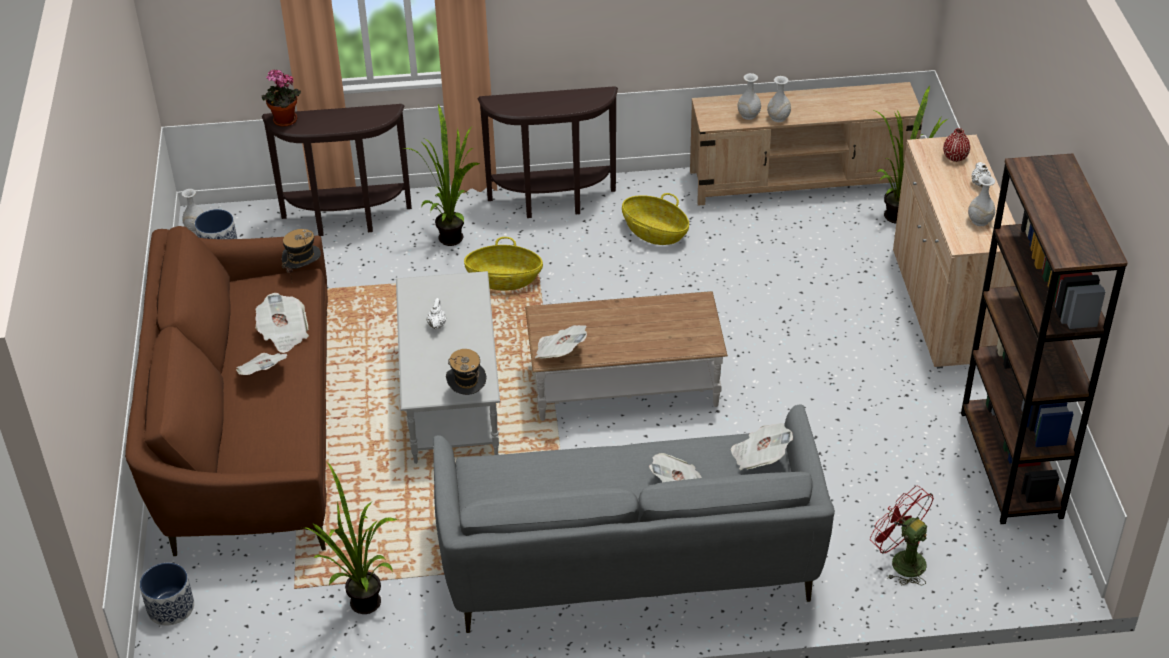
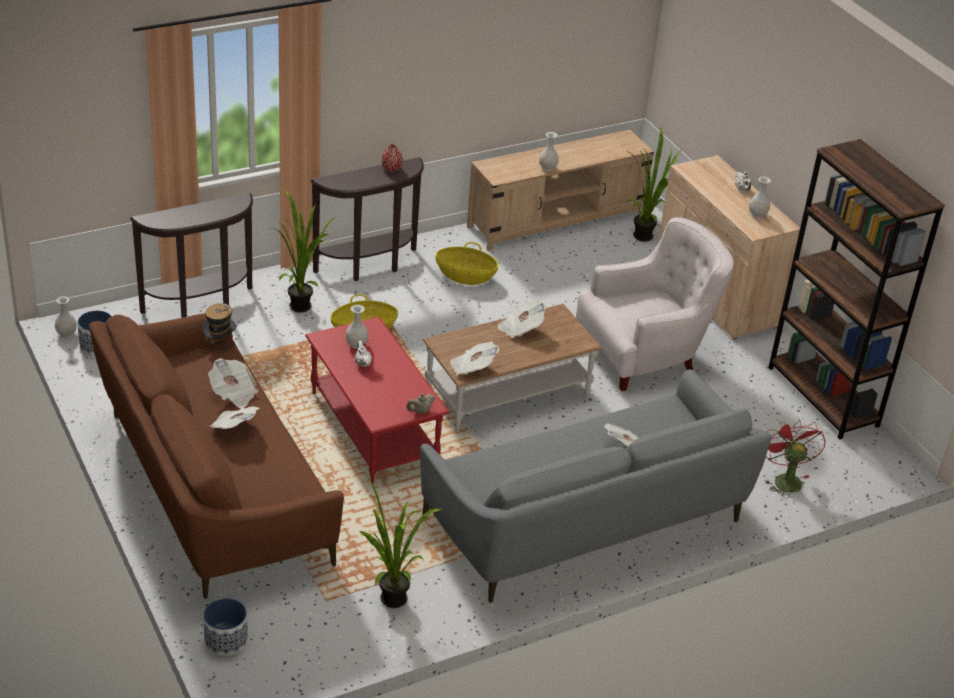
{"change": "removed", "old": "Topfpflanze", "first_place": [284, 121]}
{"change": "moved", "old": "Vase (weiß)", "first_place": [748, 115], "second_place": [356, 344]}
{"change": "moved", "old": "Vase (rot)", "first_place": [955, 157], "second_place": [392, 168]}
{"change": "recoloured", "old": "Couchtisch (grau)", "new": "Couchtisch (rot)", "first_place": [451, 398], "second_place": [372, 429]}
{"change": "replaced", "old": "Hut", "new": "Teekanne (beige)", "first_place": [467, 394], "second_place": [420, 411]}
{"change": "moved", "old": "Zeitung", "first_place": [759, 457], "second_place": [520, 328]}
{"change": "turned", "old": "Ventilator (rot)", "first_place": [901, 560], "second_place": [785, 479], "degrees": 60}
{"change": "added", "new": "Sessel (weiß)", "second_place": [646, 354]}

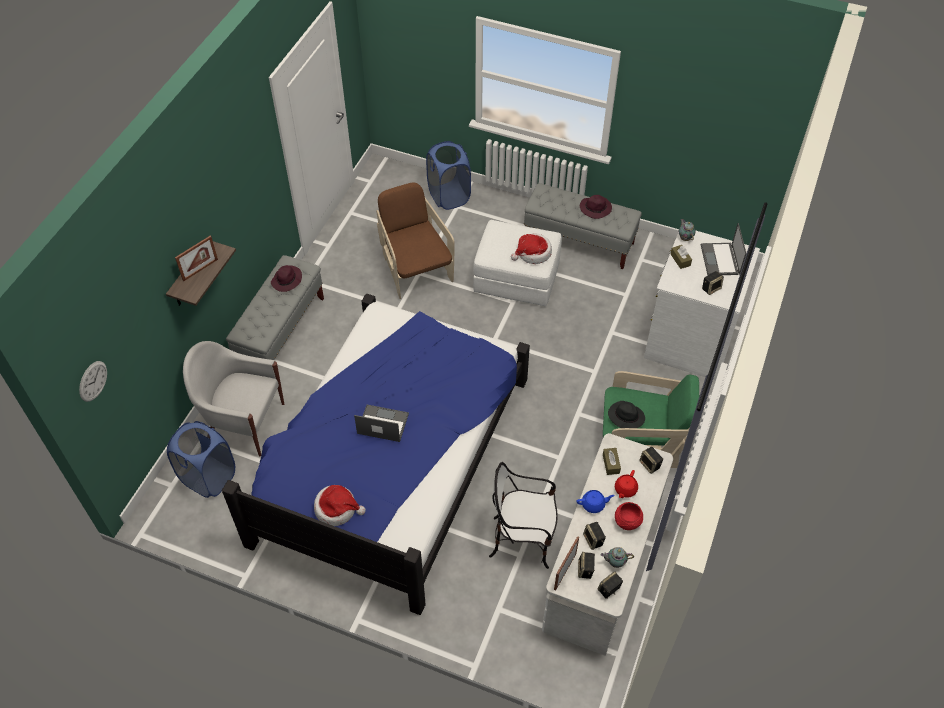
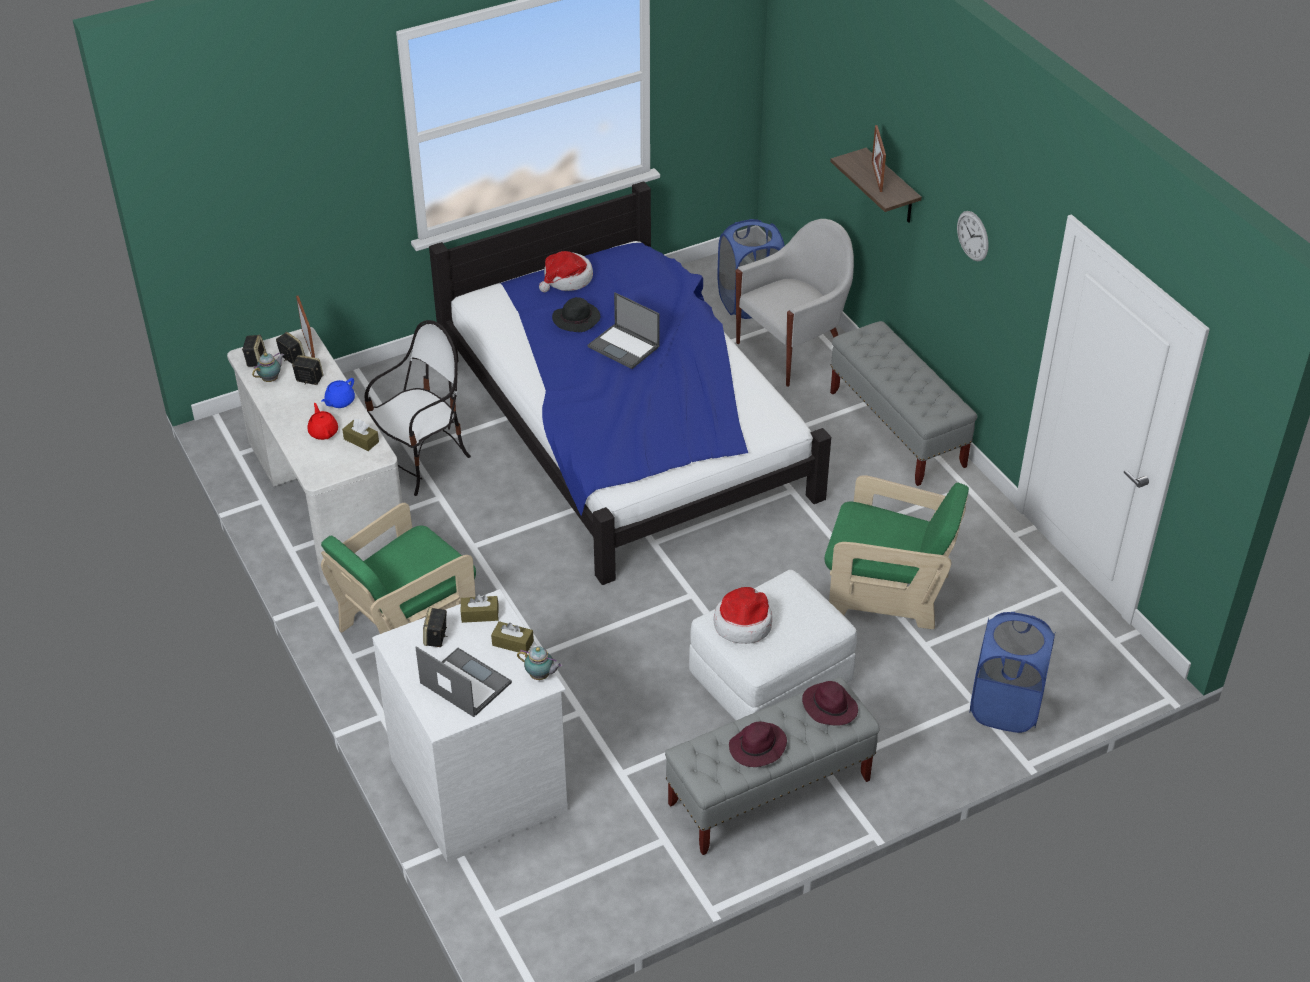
{"change": "recoloured", "old": "Sessel (braun)", "new": "Sessel (grün)", "first_place": [415, 269], "second_place": [887, 591]}
{"change": "moved", "old": "Hut (lila)", "first_place": [287, 280], "second_place": [829, 706]}
{"change": "moved", "old": "Wanduhr", "first_place": [93, 381], "second_place": [972, 236]}
{"change": "moved", "old": "Hut (schwarz)", "first_place": [625, 416], "second_place": [577, 319]}
{"change": "turned", "old": "Laptop", "first_place": [382, 423], "second_place": [624, 347], "degrees": 75}
{"change": "removed", "old": "Lautsprecher", "first_place": [650, 465]}
{"change": "removed", "old": "Schüssel (rot)", "first_place": [627, 521]}
{"change": "added", "new": "Taschentuchbox (braun)", "second_place": [480, 614]}

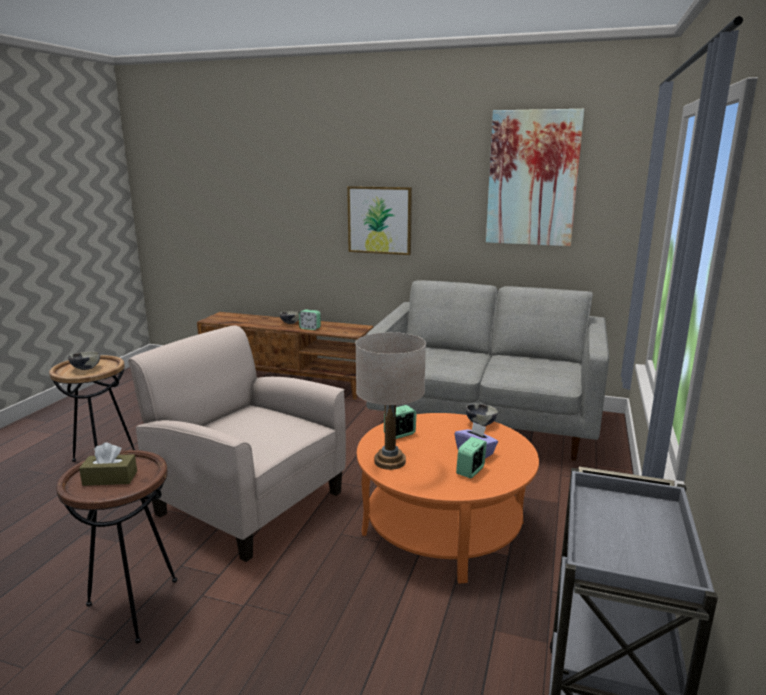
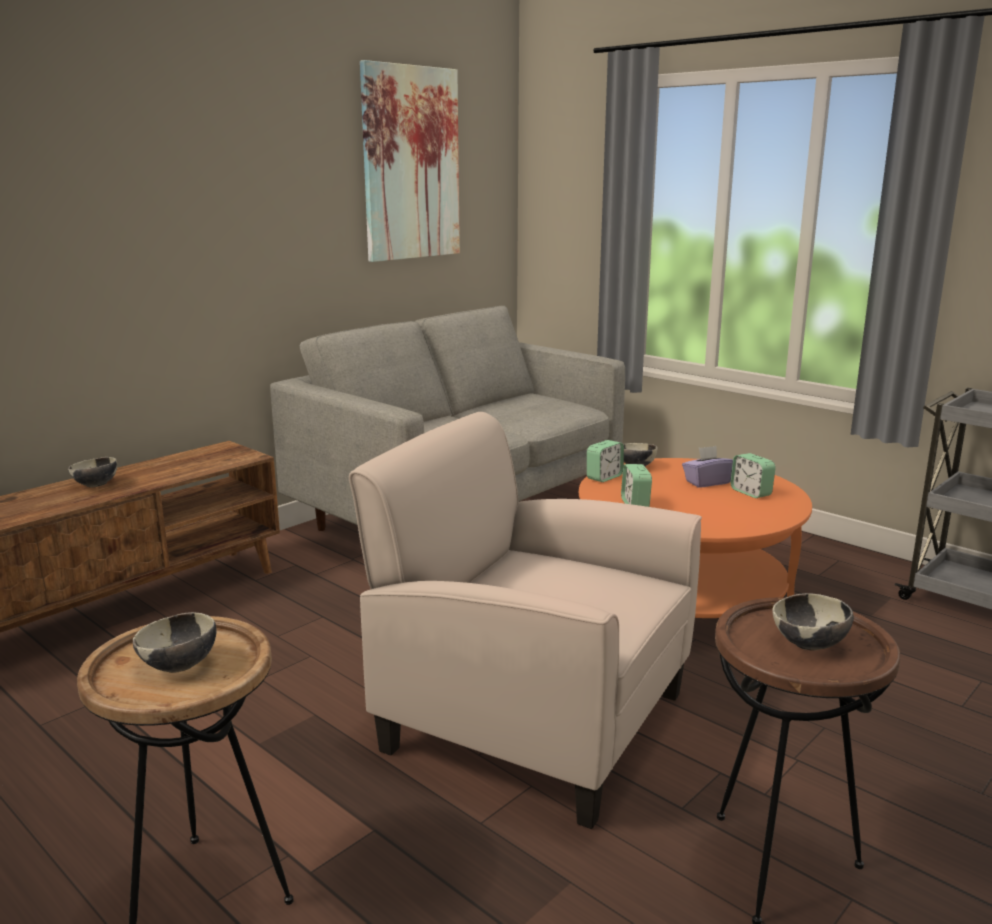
{"change": "removed", "old": "Bild", "first_place": [379, 220]}
{"change": "moved", "old": "Wecker", "first_place": [310, 328], "second_place": [604, 477]}
{"change": "turned", "old": "Sessel (beige)", "first_place": [248, 502], "second_place": [532, 720], "degrees": 60}
{"change": "removed", "old": "Tischlampe (beige)", "first_place": [389, 461]}
{"change": "replaced", "old": "Taschentuchbox (braun)", "new": "Schüssel", "first_place": [110, 478], "second_place": [809, 645]}

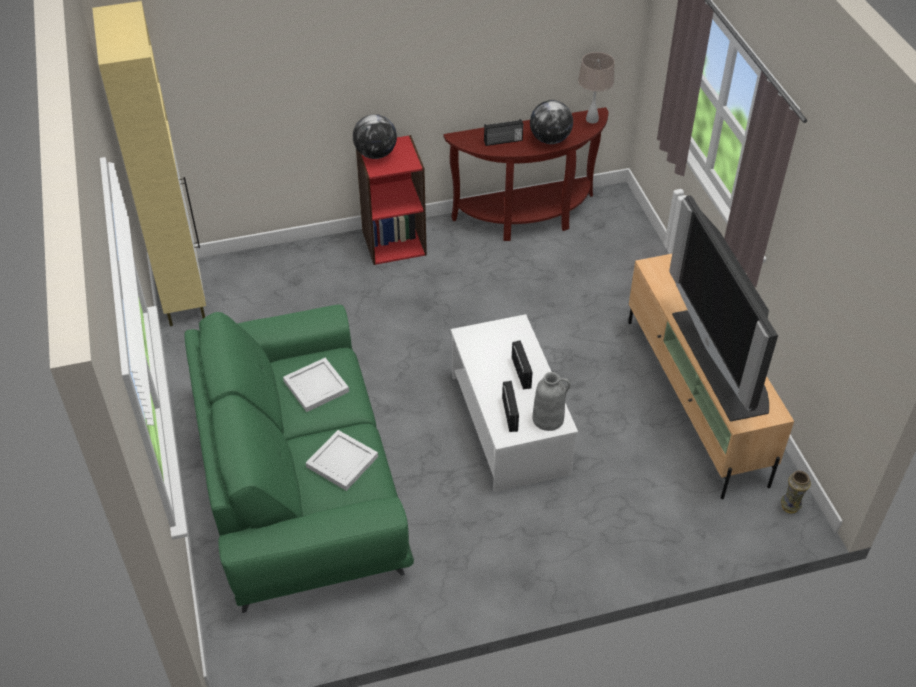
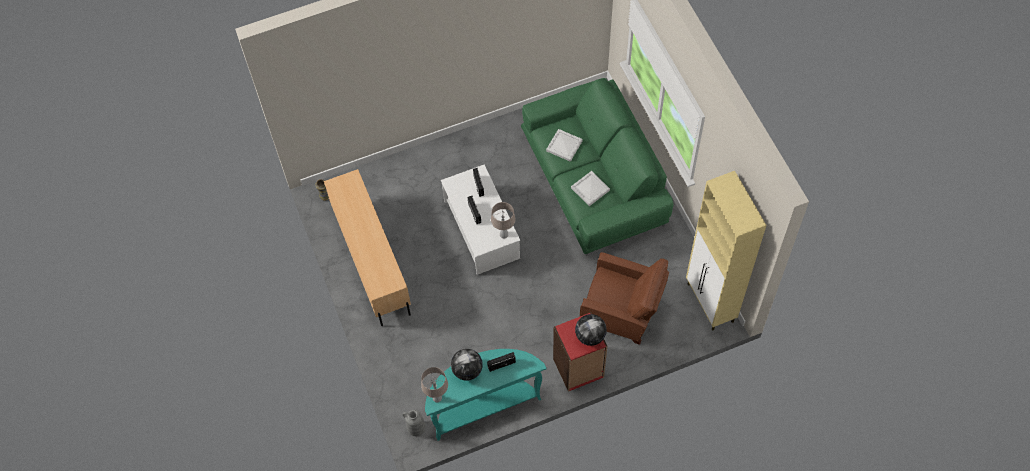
{"change": "recoloured", "old": "Konsolentisch (braun)", "new": "Konsolentisch (türkis)", "first_place": [528, 218], "second_place": [483, 405]}
{"change": "removed", "old": "Fernseher", "first_place": [721, 361]}
{"change": "moved", "old": "Vase (grau)", "first_place": [548, 419], "second_place": [415, 427]}
{"change": "added", "new": "Tischlampe (beige)", "second_place": [504, 234]}
{"change": "added", "new": "Sessel (braun)", "second_place": [622, 312]}

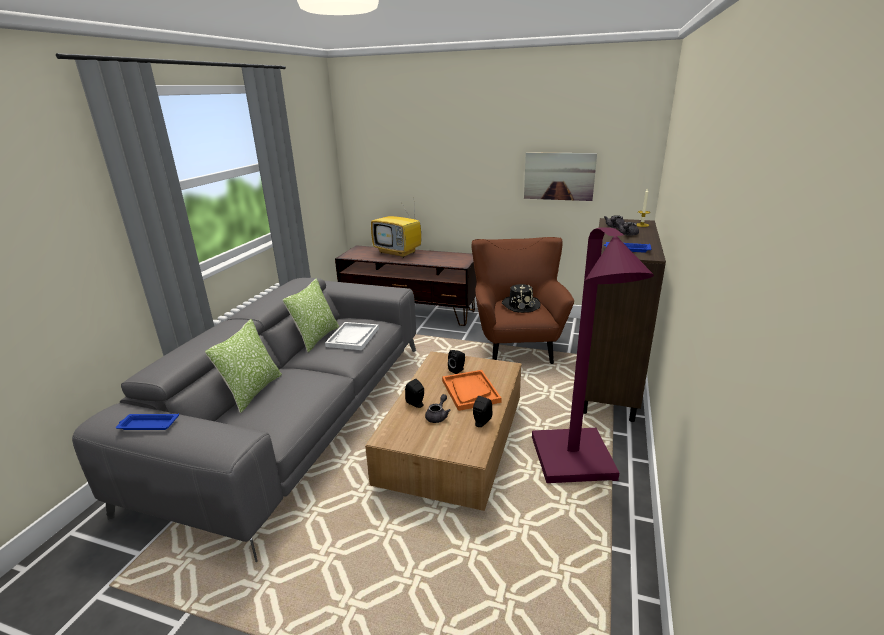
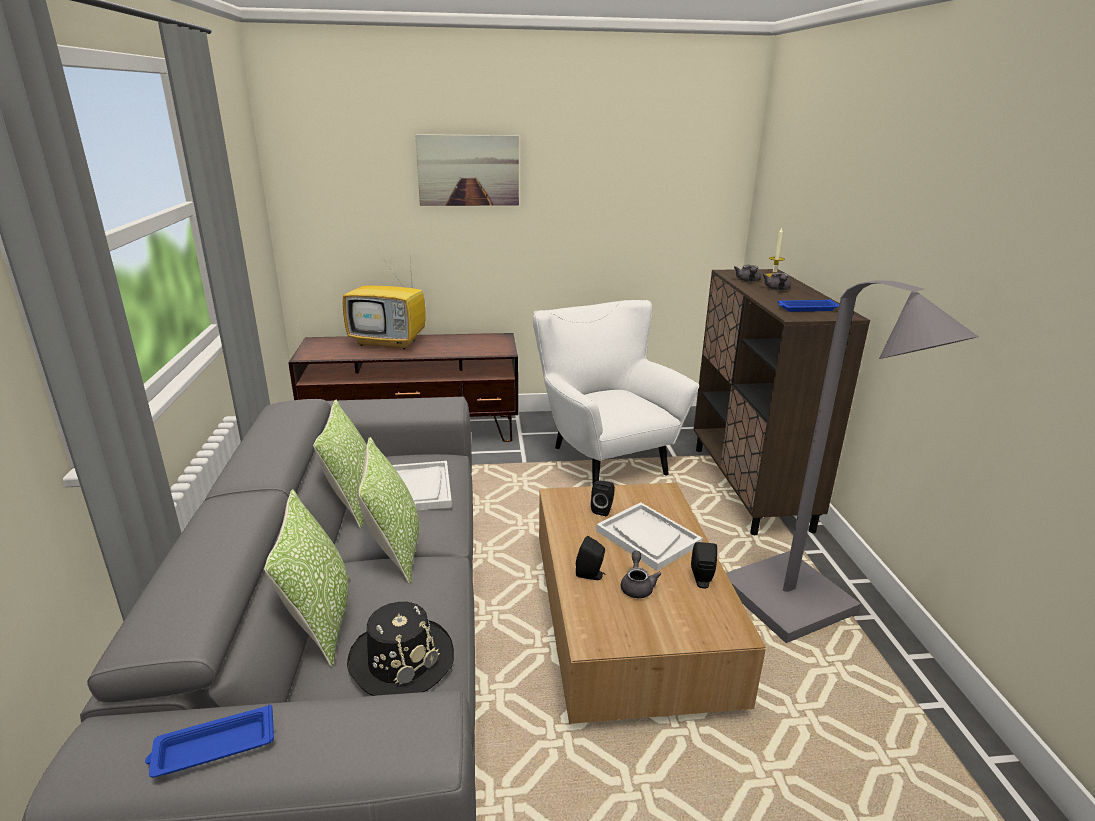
{"change": "moved", "old": "Bild", "first_place": [559, 176], "second_place": [468, 170]}
{"change": "recoloured", "old": "Stehlampe (lila)", "new": "Stehlampe (grau)", "first_place": [576, 467], "second_place": [801, 611]}
{"change": "recoloured", "old": "Sessel (braun)", "new": "Sessel (weiß)", "first_place": [516, 345], "second_place": [602, 457]}
{"change": "moved", "old": "Hut (schwarz)", "first_place": [520, 305], "second_place": [401, 660]}
{"change": "recoloured", "old": "Tablett (orange)", "new": "Tablett (weiß)", "first_place": [470, 391], "second_place": [647, 537]}
{"change": "added", "new": "Kissen", "second_place": [394, 550]}

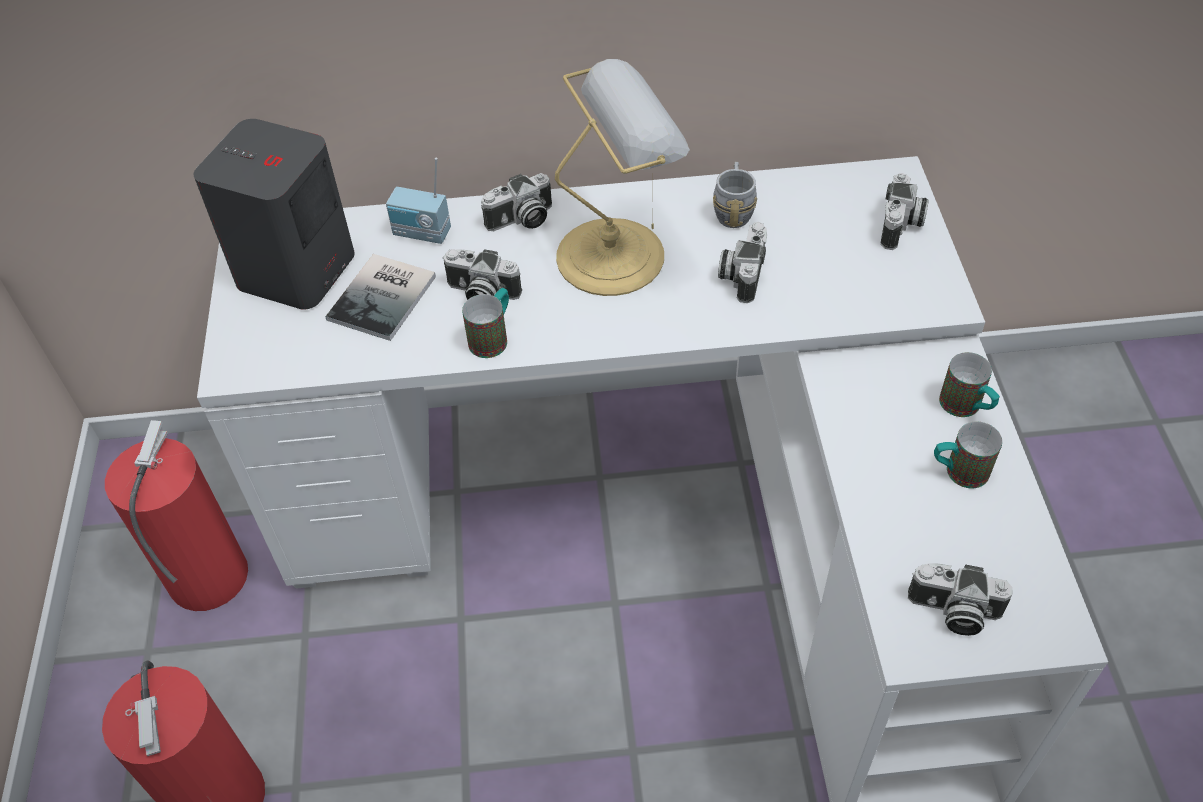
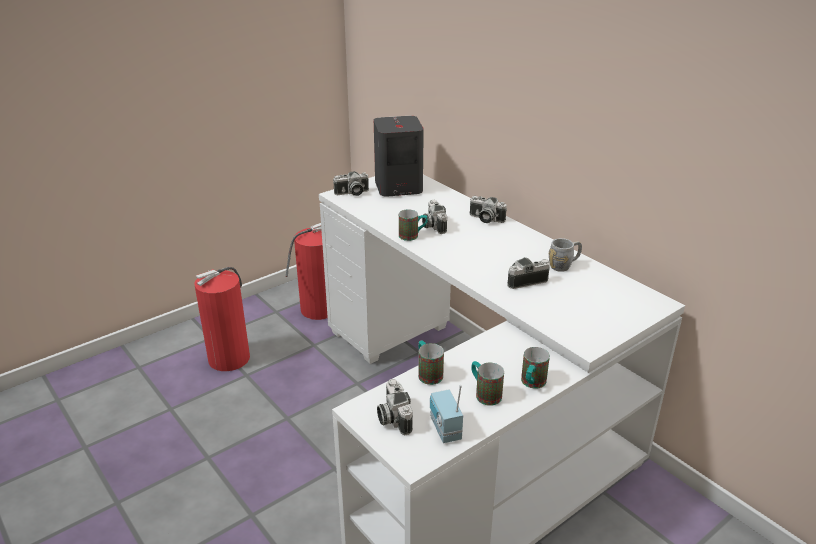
{"change": "removed", "old": "Tischlampe", "first_place": [616, 254]}
{"change": "moved", "old": "Radio", "first_place": [421, 234], "second_place": [444, 429]}
{"change": "moved", "old": "Kamera", "first_place": [901, 226], "second_place": [352, 193]}
{"change": "removed", "old": "Buch", "first_place": [386, 297]}
{"change": "added", "new": "Henkelbecher", "second_place": [428, 373]}

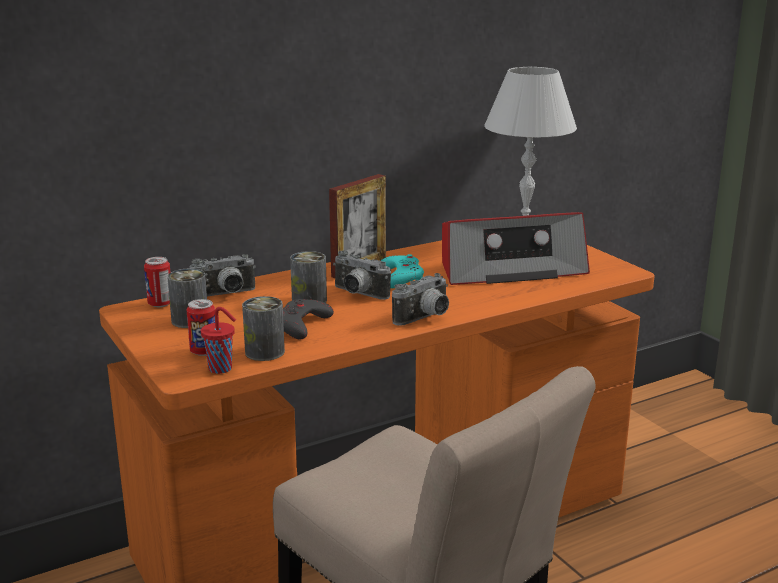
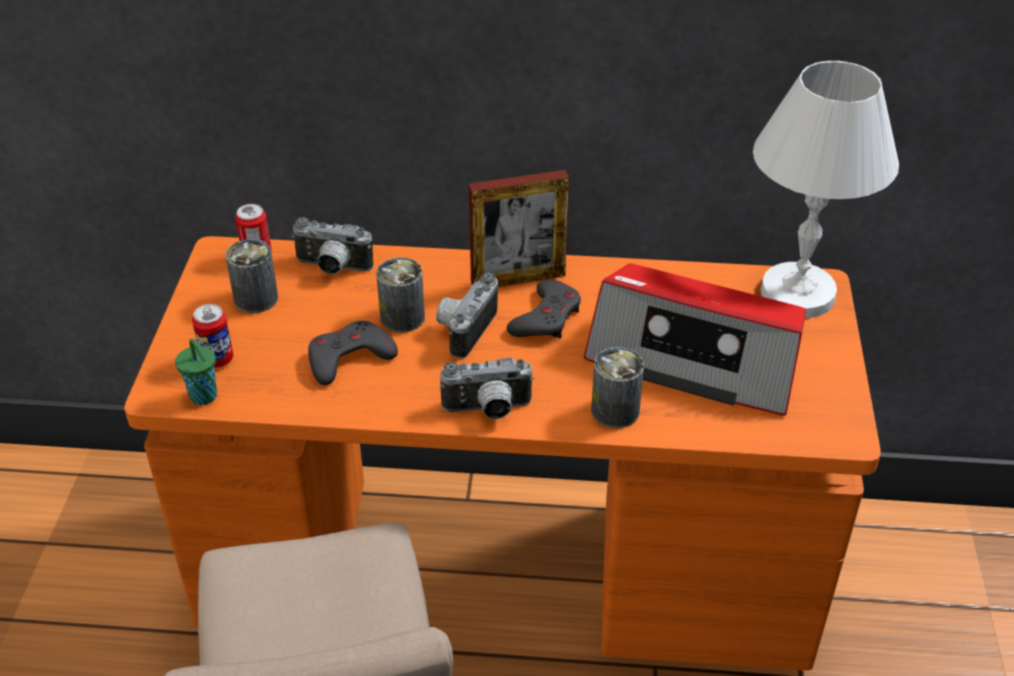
{"change": "turned", "old": "Kamera", "first_place": [357, 294], "second_place": [464, 329], "degrees": 45}
{"change": "recoloured", "old": "Gamepad (türkis)", "new": "Gamepad (grau)", "first_place": [401, 277], "second_place": [546, 318]}
{"change": "moved", "old": "Dose", "first_place": [264, 352], "second_place": [615, 410]}
{"change": "recoloured", "old": "Tasse (rot)", "new": "Tasse (grün)", "first_place": [222, 369], "second_place": [204, 397]}

